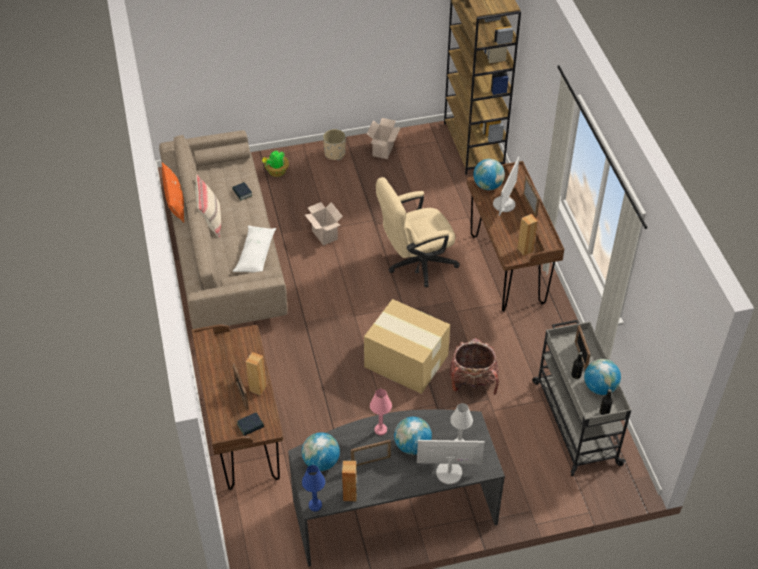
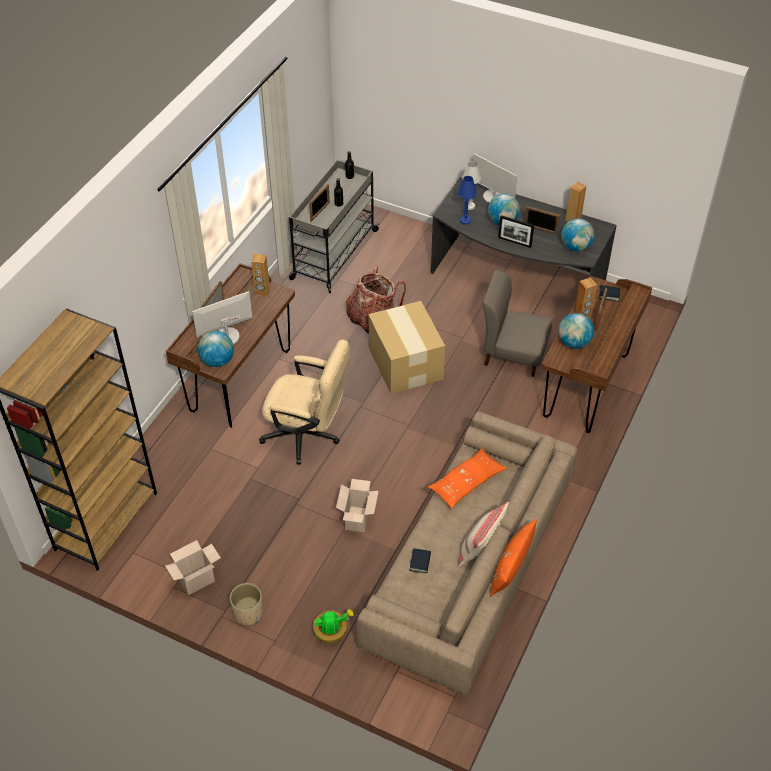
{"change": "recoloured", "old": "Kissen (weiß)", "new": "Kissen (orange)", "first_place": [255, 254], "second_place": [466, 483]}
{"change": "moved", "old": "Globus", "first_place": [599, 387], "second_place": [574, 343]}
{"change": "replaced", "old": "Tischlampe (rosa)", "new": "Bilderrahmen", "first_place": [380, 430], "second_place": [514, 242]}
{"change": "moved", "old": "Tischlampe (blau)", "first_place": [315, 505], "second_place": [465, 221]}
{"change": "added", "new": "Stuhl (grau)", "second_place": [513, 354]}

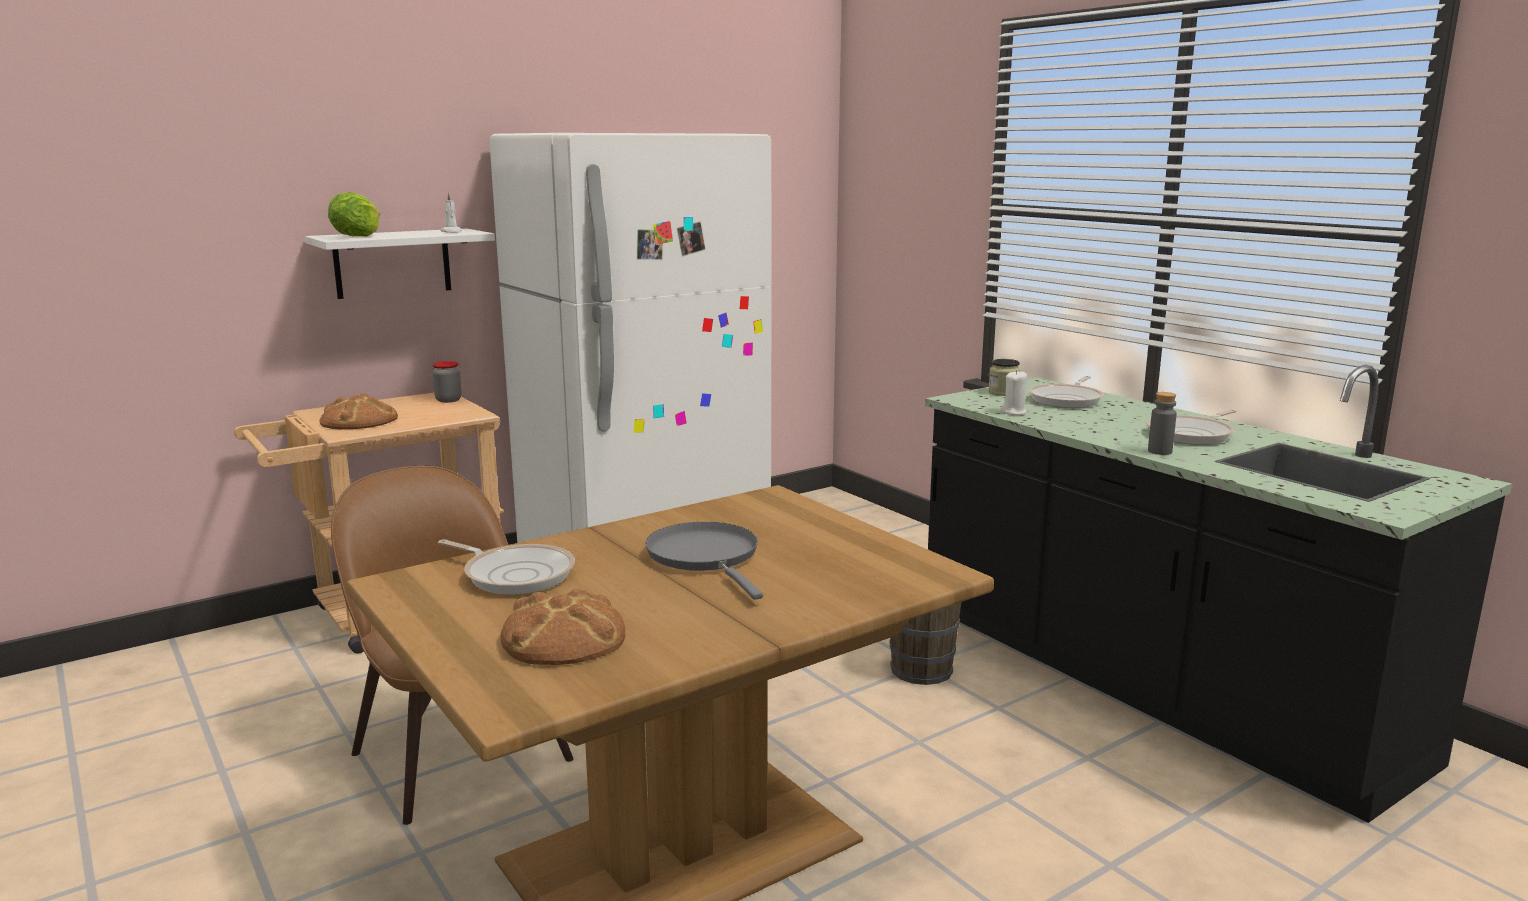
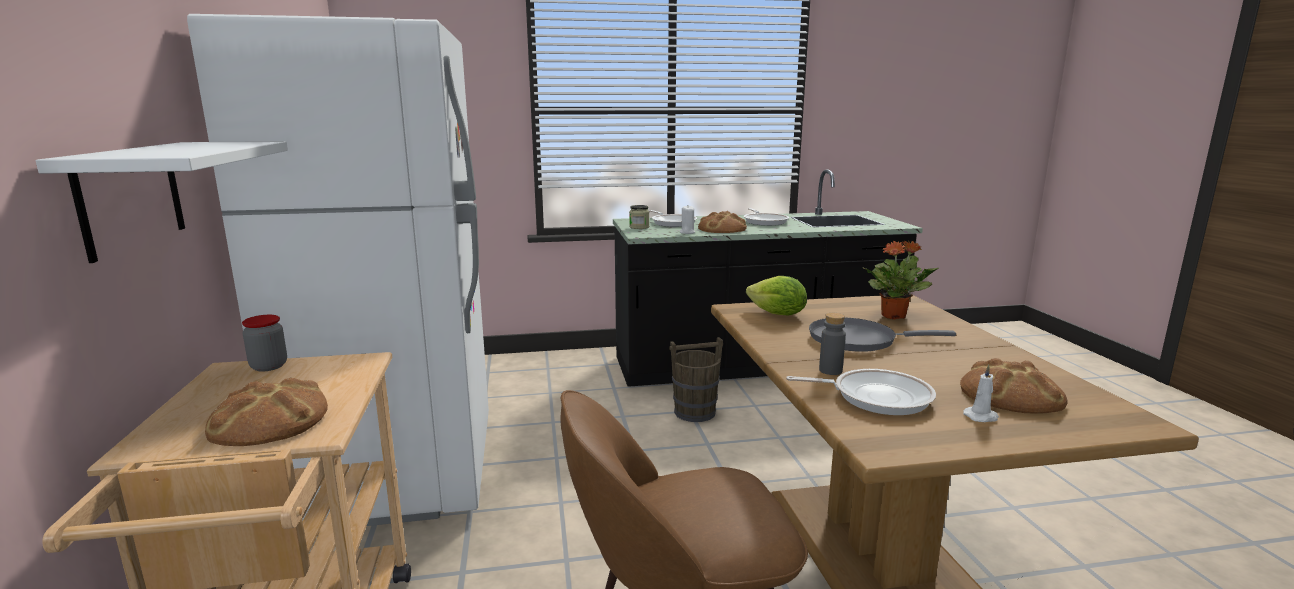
{"change": "moved", "old": "Kerze (weiß)", "first_place": [452, 232], "second_place": [981, 417]}
{"change": "moved", "old": "Salatkopf", "first_place": [356, 236], "second_place": [777, 314]}
{"change": "moved", "old": "Flasche (grau)", "first_place": [1159, 451], "second_place": [830, 370]}
{"change": "turned", "old": "Pfanne", "first_place": [515, 574], "second_place": [876, 397], "degrees": 45}
{"change": "added", "new": "Brot", "second_place": [722, 229]}
{"change": "added", "new": "Topfpflanze", "second_place": [894, 316]}

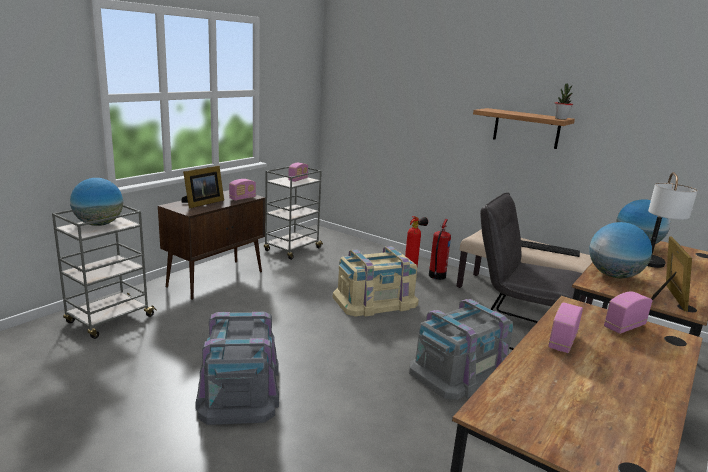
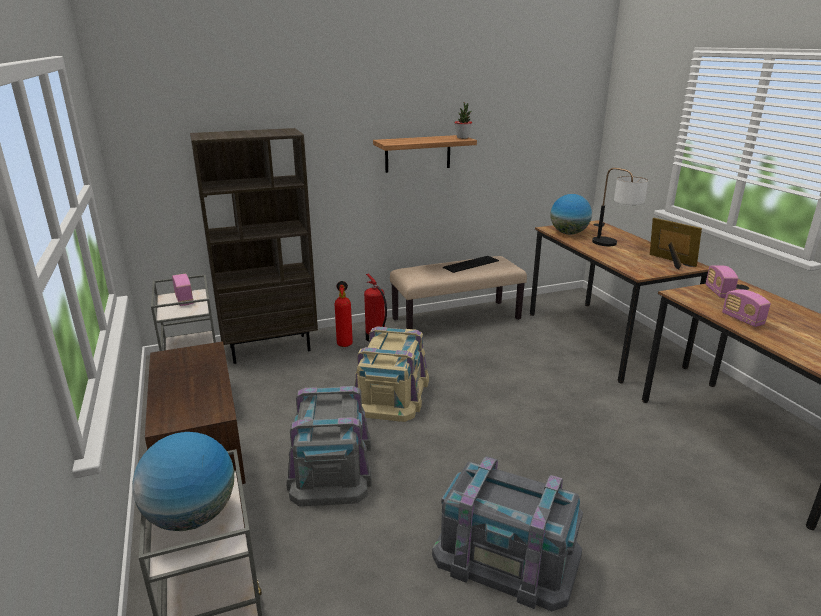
{"change": "removed", "old": "Bilderrahmen", "first_place": [202, 203]}
{"change": "removed", "old": "Radio", "first_place": [242, 198]}
{"change": "removed", "old": "Stuhl (grau)", "first_place": [518, 333]}
{"change": "removed", "old": "Globus", "first_place": [613, 276]}
{"change": "moved", "old": "Aufbewahrungsbox (grau)", "first_place": [460, 369], "second_place": [330, 465]}
{"change": "added", "new": "Bücherregal (braun)", "second_place": [270, 348]}

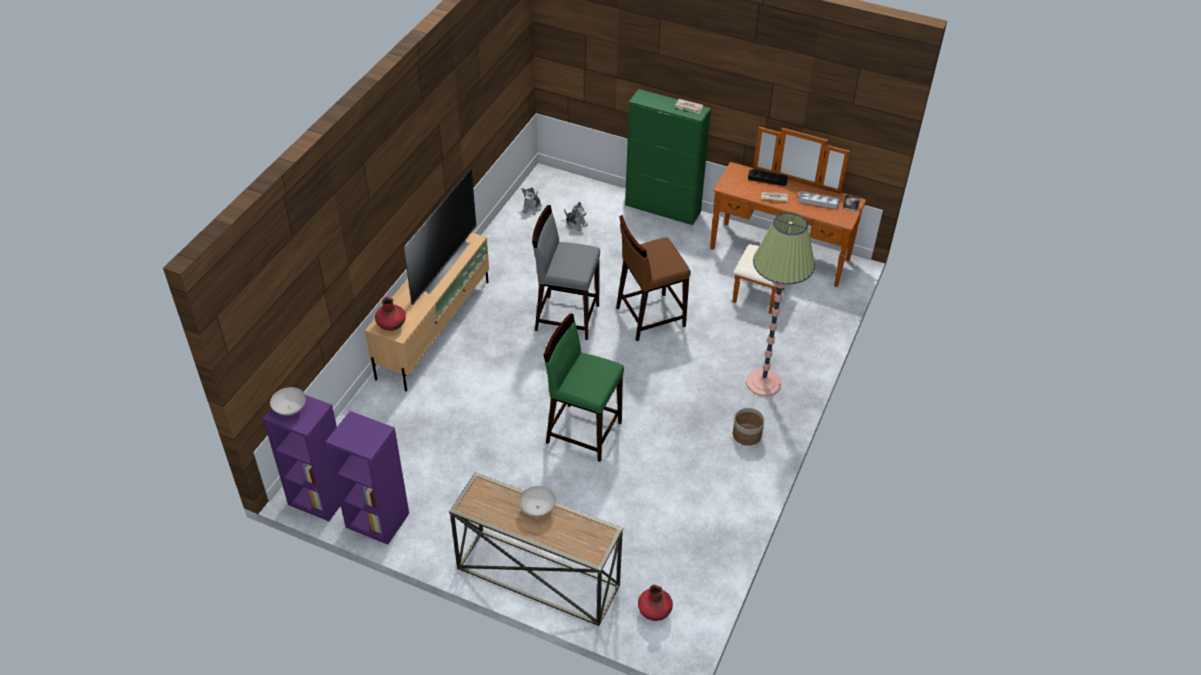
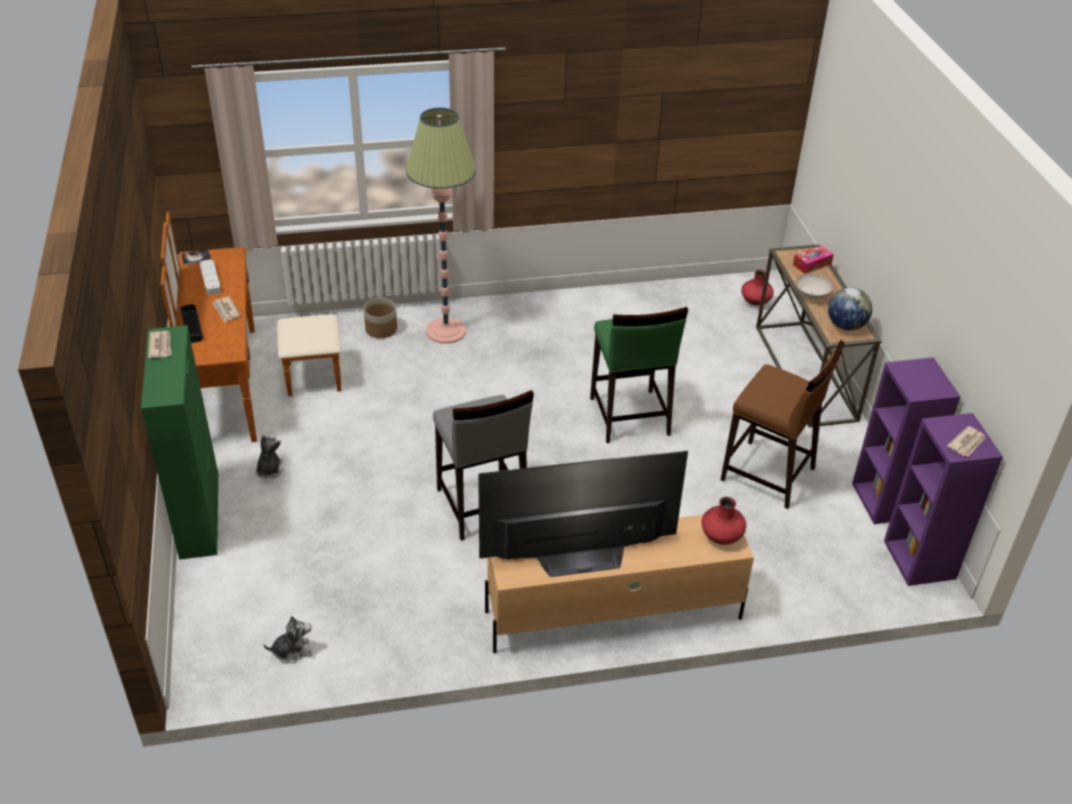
{"change": "moved", "old": "Plüschtier", "first_place": [576, 224], "second_place": [269, 470]}
{"change": "moved", "old": "Hocker (braun)", "first_place": [649, 317], "second_place": [768, 475]}
{"change": "replaced", "old": "Schüssel (weiß)", "new": "Zeitung", "first_place": [290, 409], "second_place": [967, 443]}
{"change": "moved", "old": "Pflanzkübel", "first_place": [747, 435], "second_place": [381, 329]}
{"change": "added", "new": "Taschentuchbox", "second_place": [812, 264]}
{"change": "added", "new": "Globus", "second_place": [846, 326]}

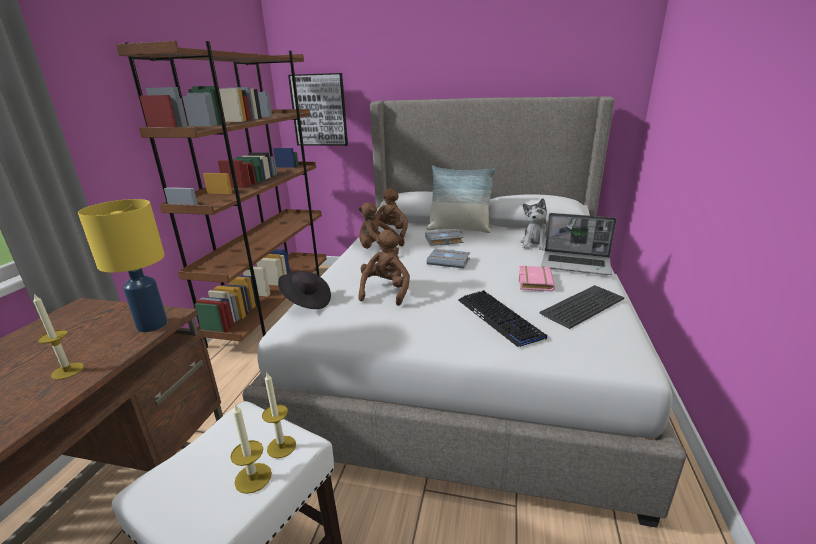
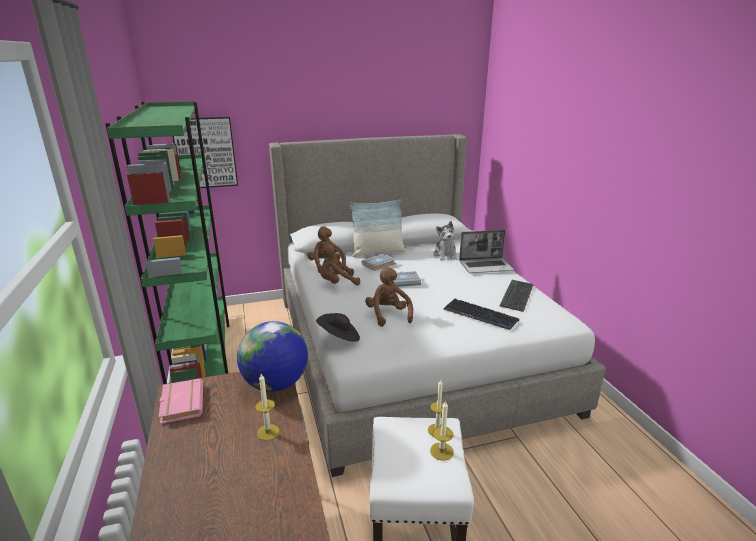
{"change": "recoloured", "old": "Bücherregal (braun)", "new": "Bücherregal (grün)", "first_place": [274, 306], "second_place": [204, 359]}
{"change": "replaced", "old": "Tischlampe (gelb)", "new": "Globus", "first_place": [151, 325], "second_place": [275, 384]}
{"change": "moved", "old": "Buch (rosa)", "first_place": [533, 281], "second_place": [181, 403]}

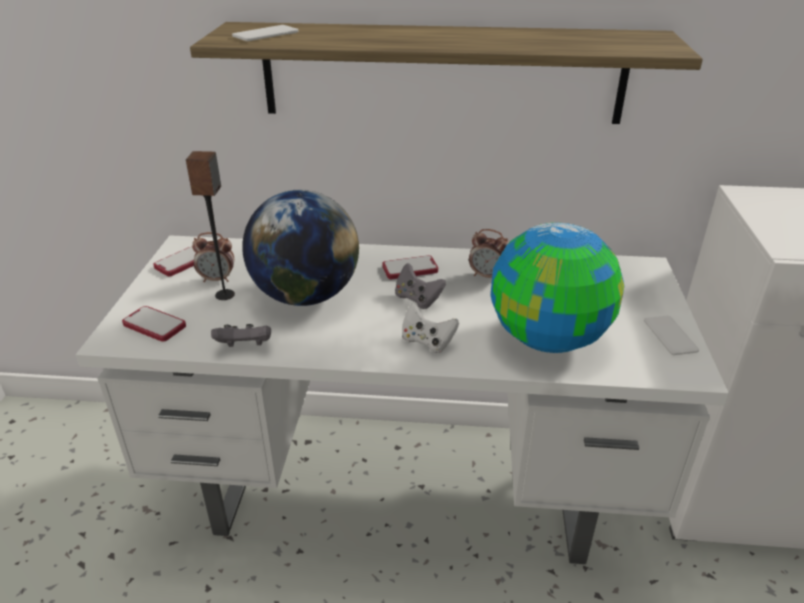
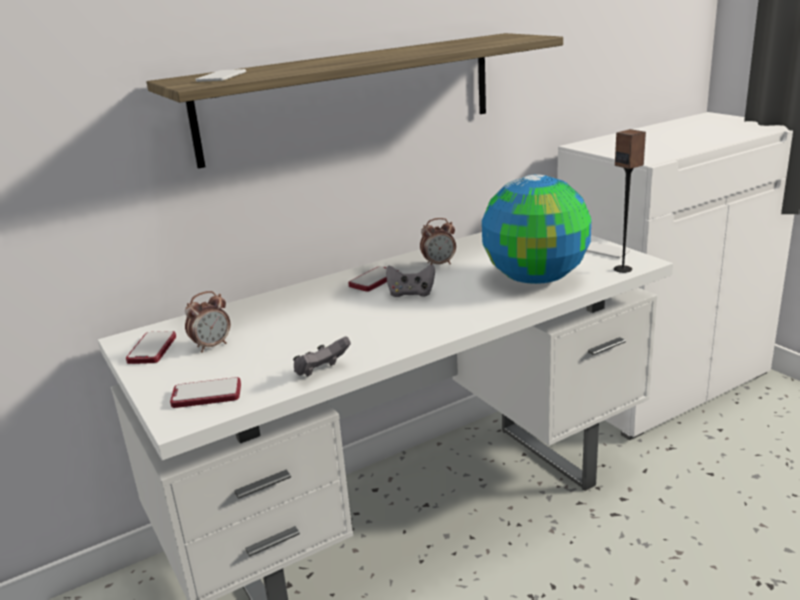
{"change": "moved", "old": "Lautsprecher", "first_place": [225, 295], "second_place": [623, 269]}
{"change": "removed", "old": "Globus", "first_place": [305, 296]}
{"change": "removed", "old": "Gamepad (weiß)", "first_place": [427, 342]}

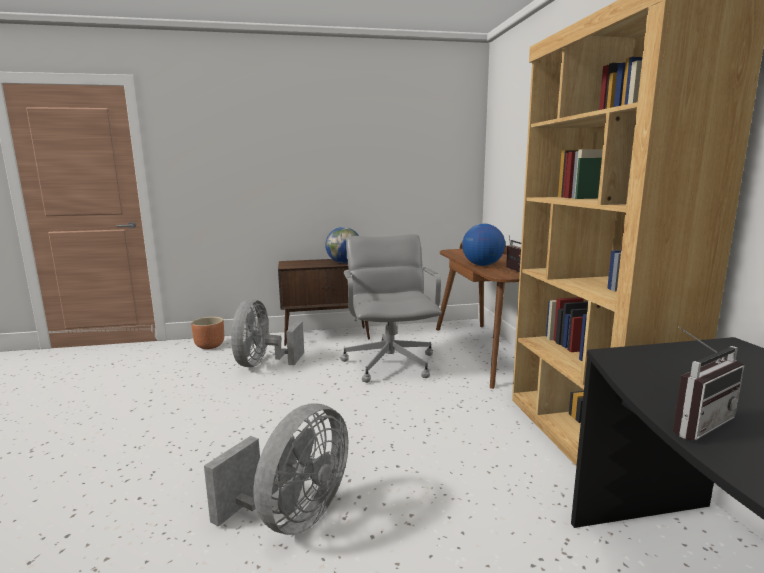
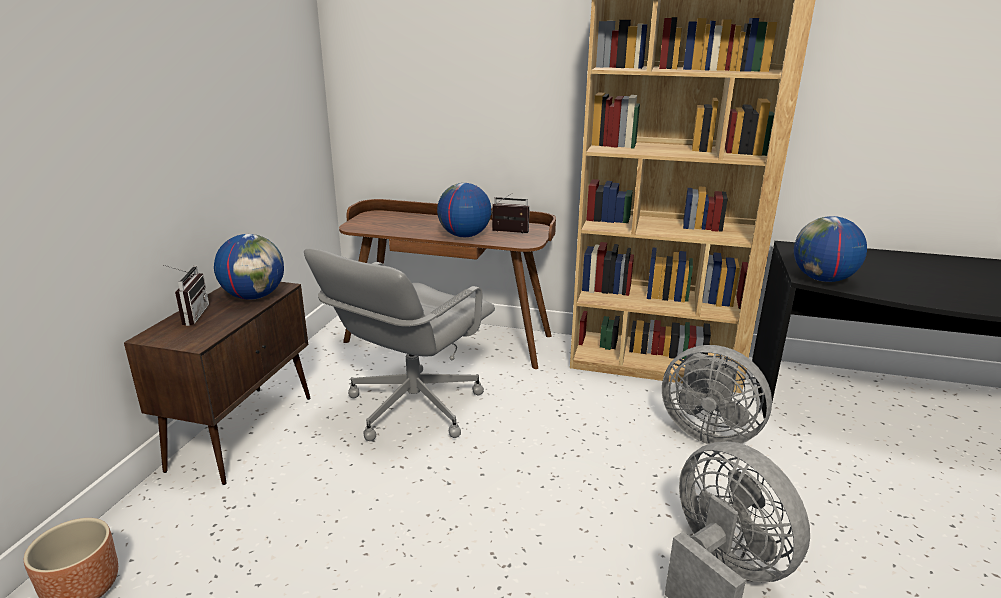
{"change": "turned", "old": "Bürostuhl (grau)", "first_place": [390, 363], "second_place": [412, 407], "degrees": -75}
{"change": "moved", "old": "Ventilator (grau)", "first_place": [263, 364], "second_place": [707, 432]}
{"change": "moved", "old": "Radio", "first_place": [693, 422], "second_place": [190, 315]}
{"change": "added", "new": "Globus", "second_place": [822, 279]}

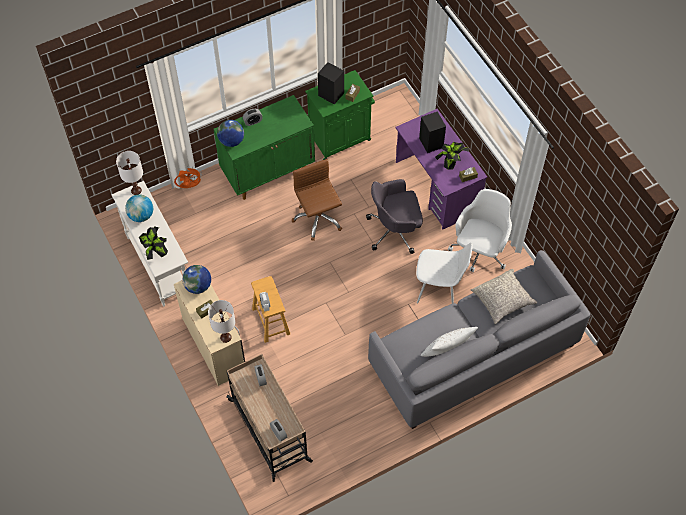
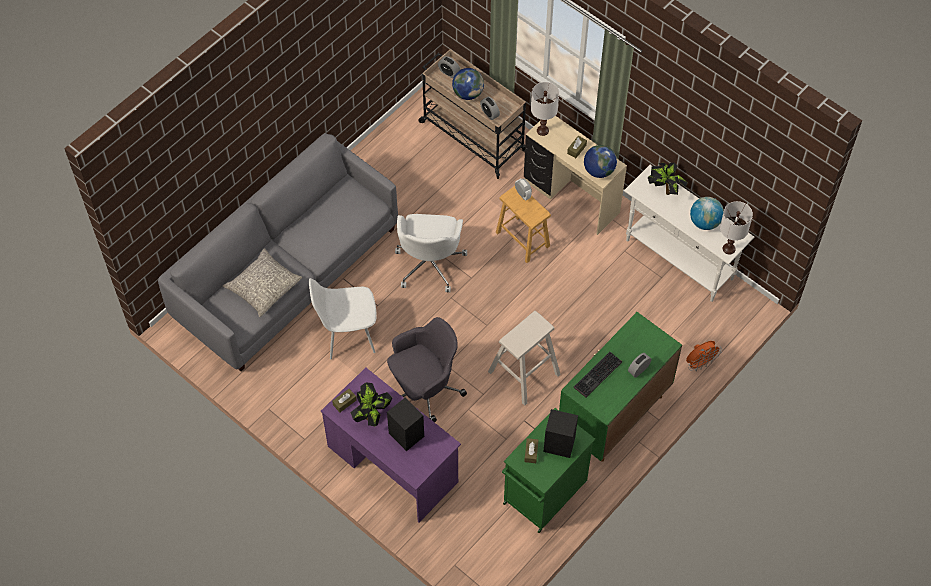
{"change": "moved", "old": "Globus", "first_place": [231, 141], "second_place": [468, 93]}
{"change": "replaced", "old": "Bürostuhl (braun)", "new": "Hocker (beige)", "first_place": [318, 218], "second_place": [524, 373]}
{"change": "moved", "old": "Bürostuhl (weiß)", "first_place": [480, 251], "second_place": [430, 263]}
{"change": "removed", "old": "Kissen (weiß)", "first_place": [446, 351]}
{"change": "added", "new": "Tastatur", "second_place": [598, 376]}

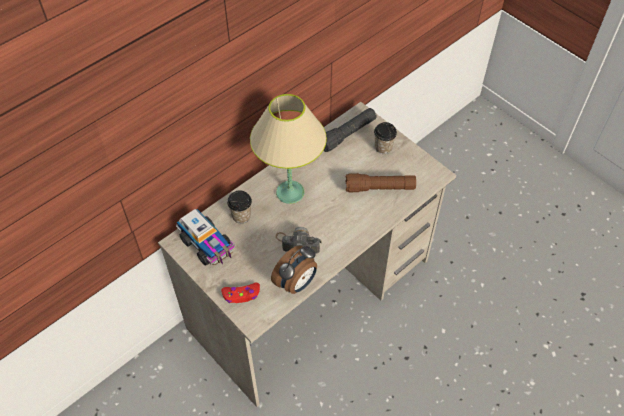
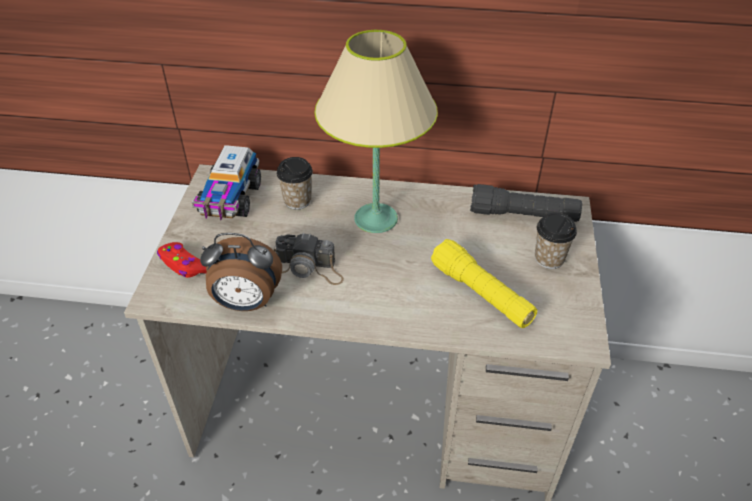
{"change": "recoloured", "old": "Taschenlampe (braun)", "new": "Taschenlampe (gelb)", "first_place": [380, 188], "second_place": [481, 294]}
{"change": "turned", "old": "Kamera", "first_place": [298, 243], "second_place": [309, 268], "degrees": 135}

